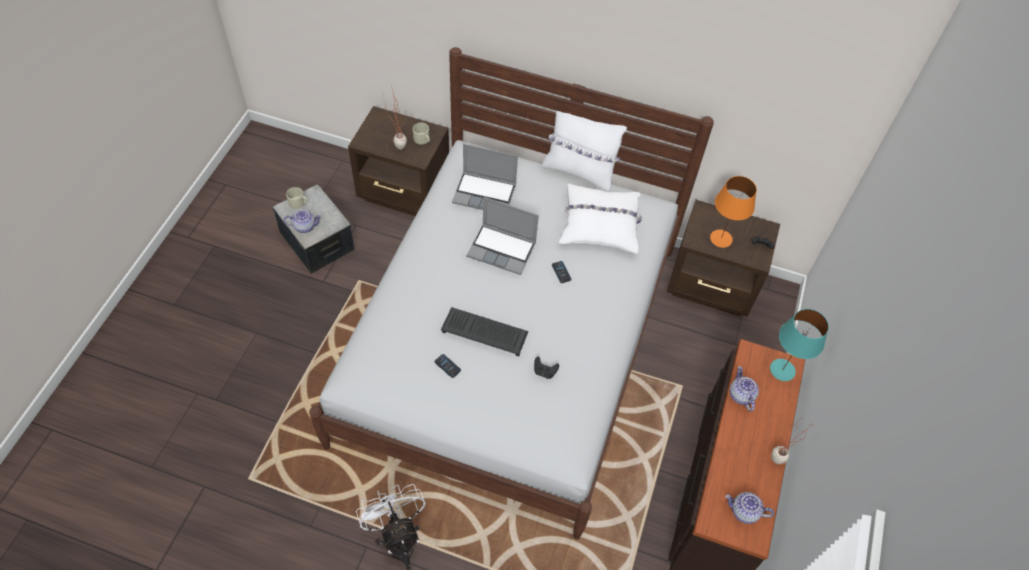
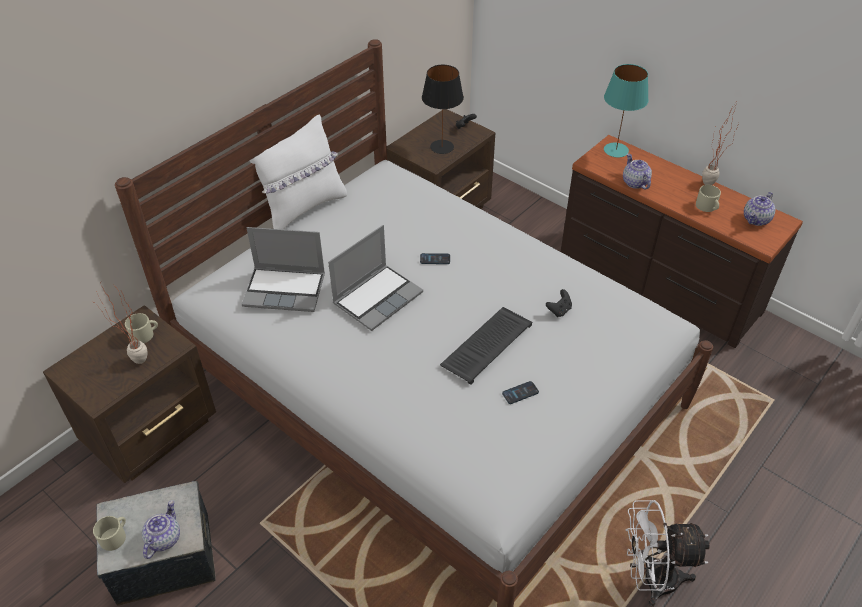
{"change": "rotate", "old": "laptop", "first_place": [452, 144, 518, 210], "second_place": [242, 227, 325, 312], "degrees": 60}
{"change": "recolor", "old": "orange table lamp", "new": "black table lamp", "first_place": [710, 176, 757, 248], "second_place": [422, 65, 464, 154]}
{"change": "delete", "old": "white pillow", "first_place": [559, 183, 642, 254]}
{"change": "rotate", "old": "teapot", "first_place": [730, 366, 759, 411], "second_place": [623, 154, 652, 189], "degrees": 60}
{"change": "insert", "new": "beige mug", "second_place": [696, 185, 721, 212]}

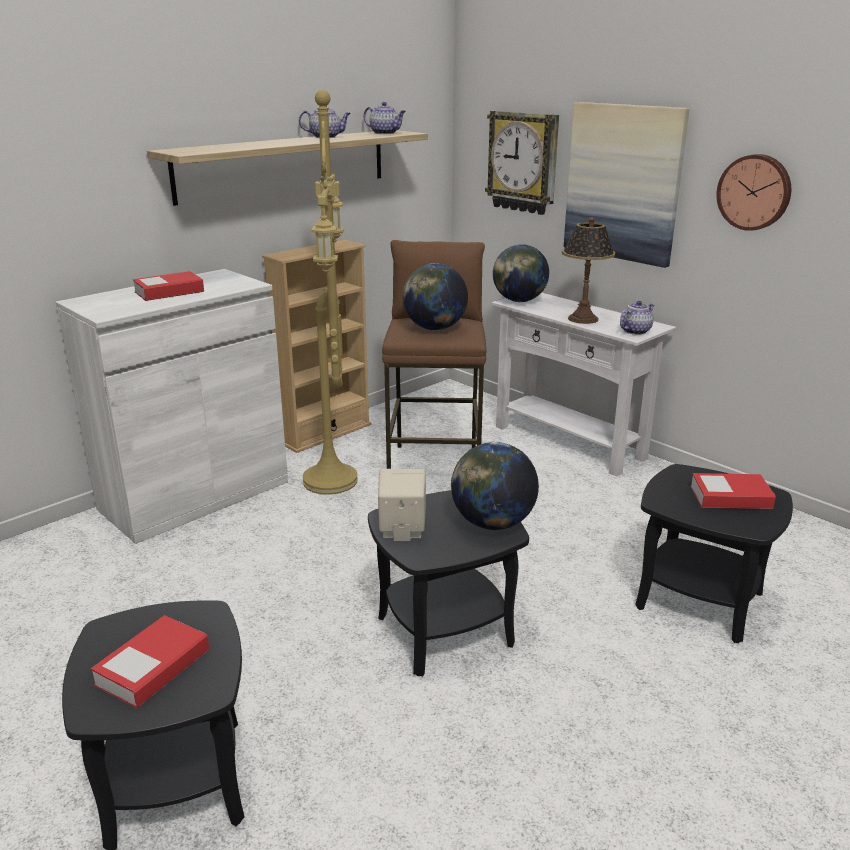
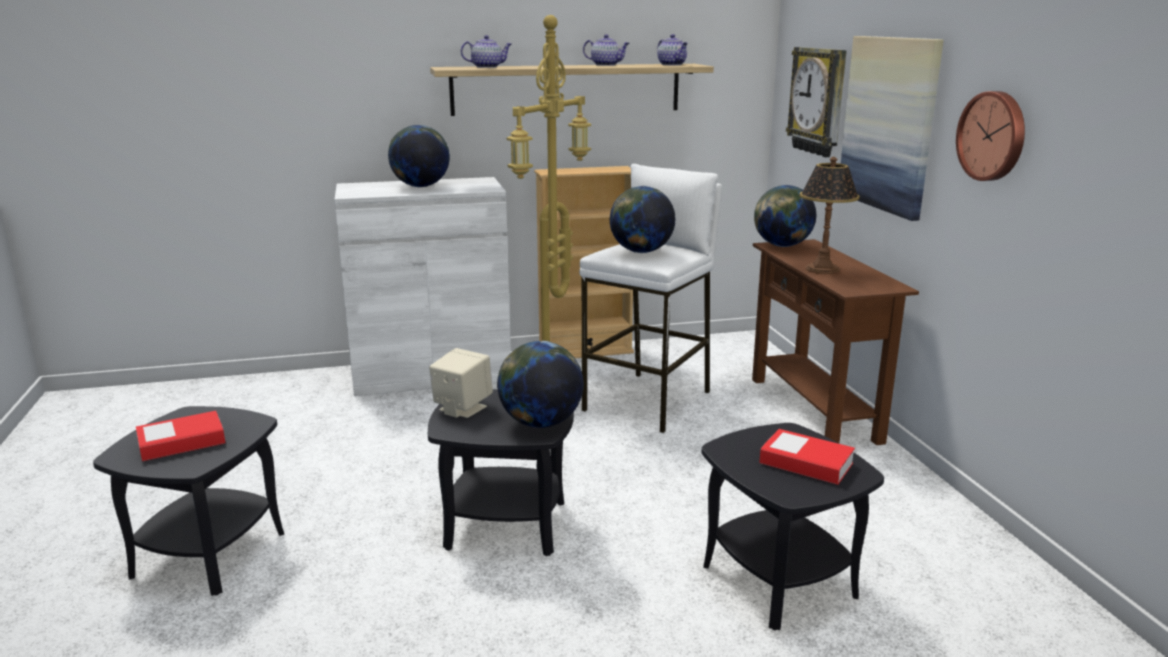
{"change": "recolor", "old": "brown stool", "new": "white stool", "first_place": [382, 240, 487, 469], "second_place": [579, 164, 722, 433]}
{"change": "replace", "old": "book", "new": "globe", "first_place": [133, 271, 204, 301], "second_place": [388, 125, 450, 187]}
{"change": "recolor", "old": "white console table", "new": "brown console table", "first_place": [491, 293, 676, 476], "second_place": [752, 239, 919, 445]}
{"change": "move", "old": "teapot", "first_place": [620, 301, 654, 335], "second_place": [461, 35, 512, 68]}

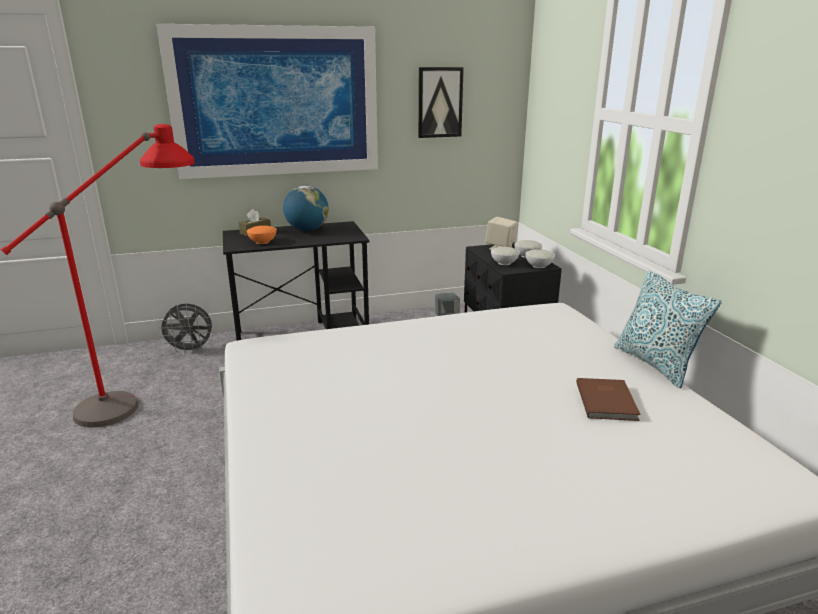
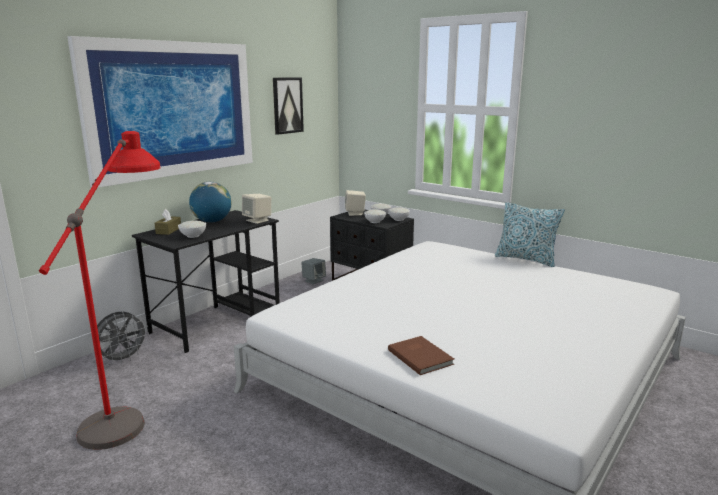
{"change": "recolor", "old": "orange bowl", "new": "white bowl", "first_place": [247, 225, 276, 244], "second_place": [178, 220, 206, 238]}
{"change": "move", "old": "brown book", "first_place": [576, 378, 641, 421], "second_place": [388, 336, 454, 375]}
{"change": "insert", "new": "beige speaker", "second_place": [242, 194, 271, 224]}

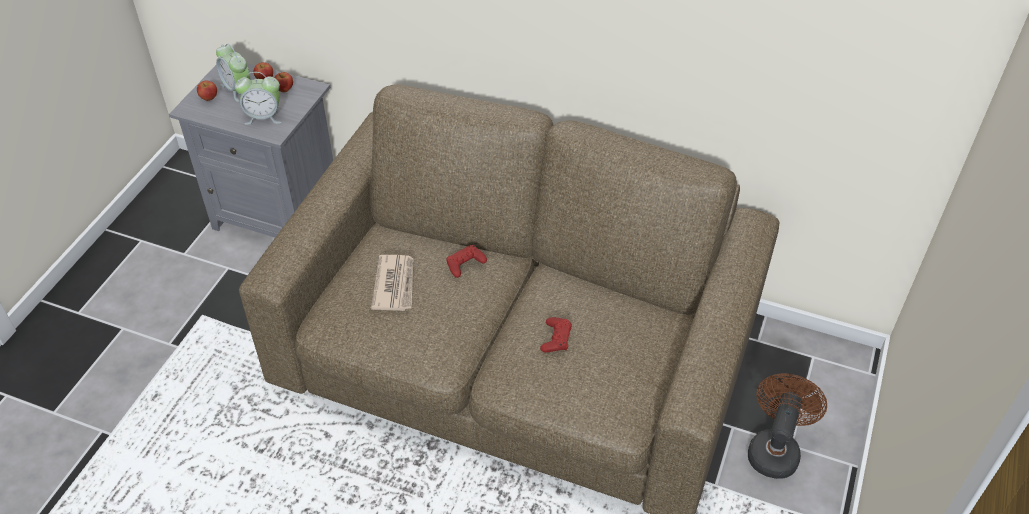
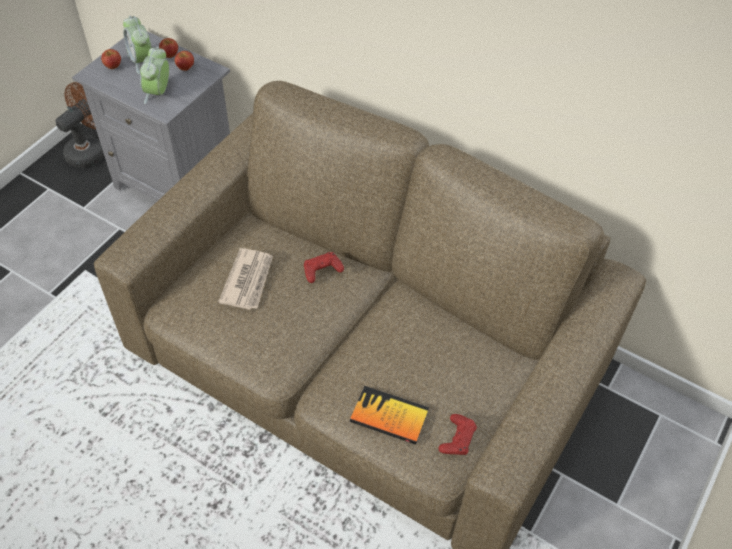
{"change": "rotate", "old": "alarm clock", "first_place": [235, 72, 281, 125], "second_place": [140, 46, 169, 104], "degrees": 90}
{"change": "move", "old": "red game controller", "first_place": [540, 317, 572, 353], "second_place": [438, 414, 477, 455]}
{"change": "move", "old": "brown fan", "first_place": [748, 374, 827, 479], "second_place": [55, 82, 104, 168]}
{"change": "insert", "new": "book", "second_place": [350, 386, 429, 445]}

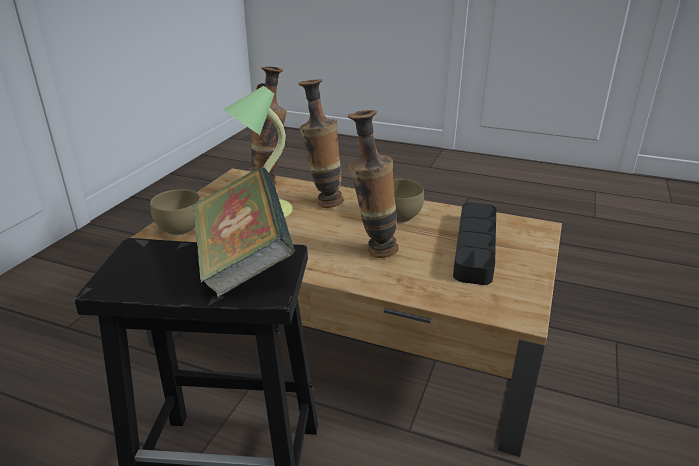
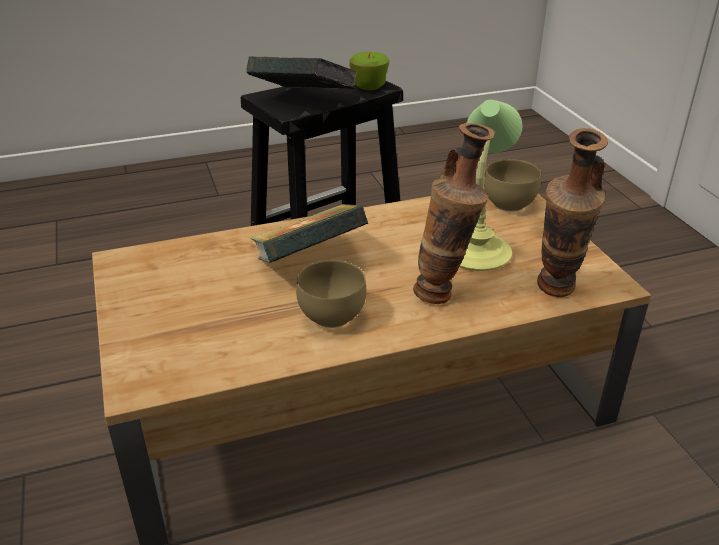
{"change": "replace", "old": "vase", "new": "book", "first_place": [348, 110, 399, 258], "second_place": [250, 204, 368, 263]}
{"change": "delete", "old": "black tray", "first_place": [453, 202, 496, 285]}
{"change": "insert", "new": "apple", "second_place": [349, 52, 389, 90]}

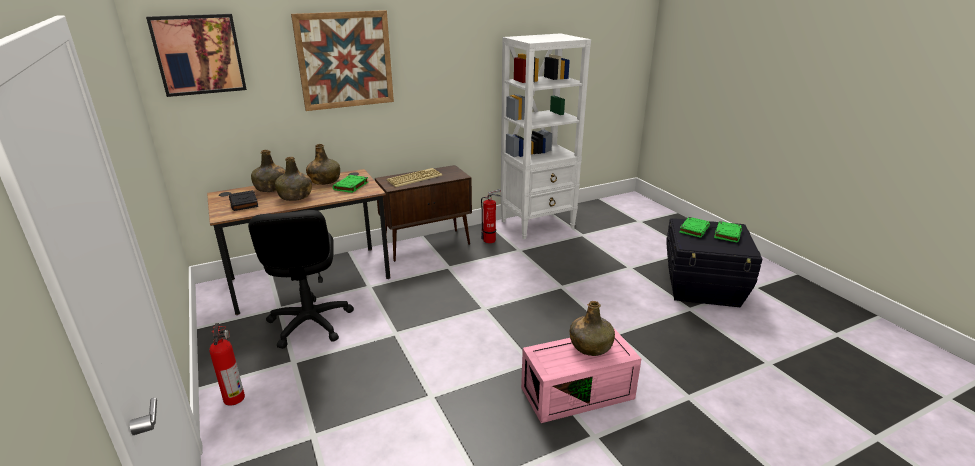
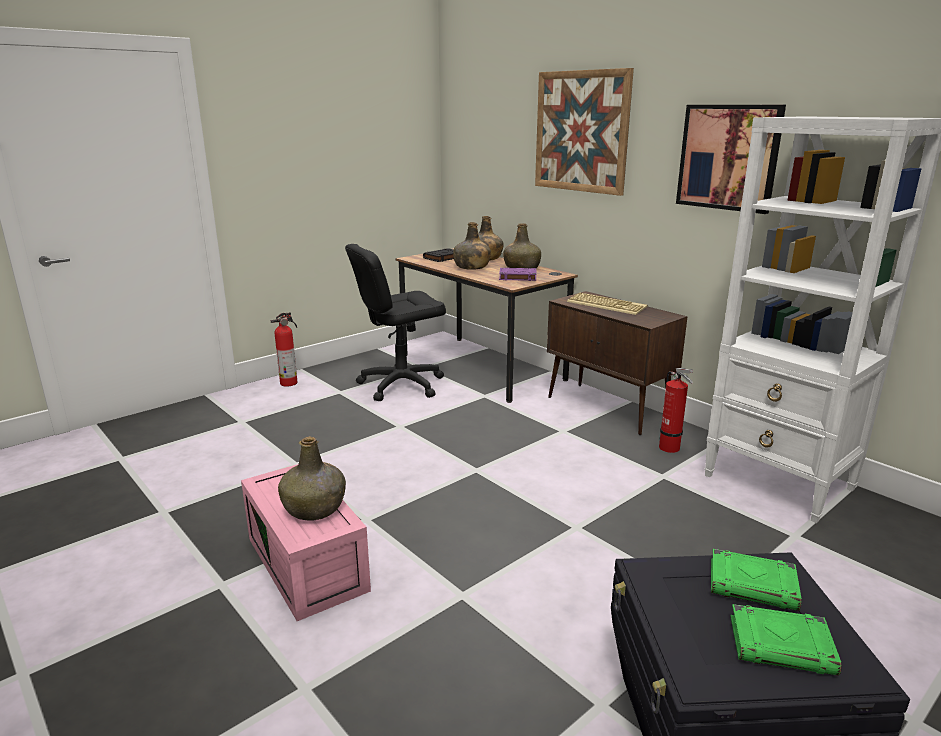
{"change": "move", "old": "picture", "first_place": [146, 14, 247, 97], "second_place": [676, 105, 786, 214]}
{"change": "recolor", "old": "green book", "new": "purple book", "first_place": [332, 175, 368, 193], "second_place": [499, 267, 537, 281]}

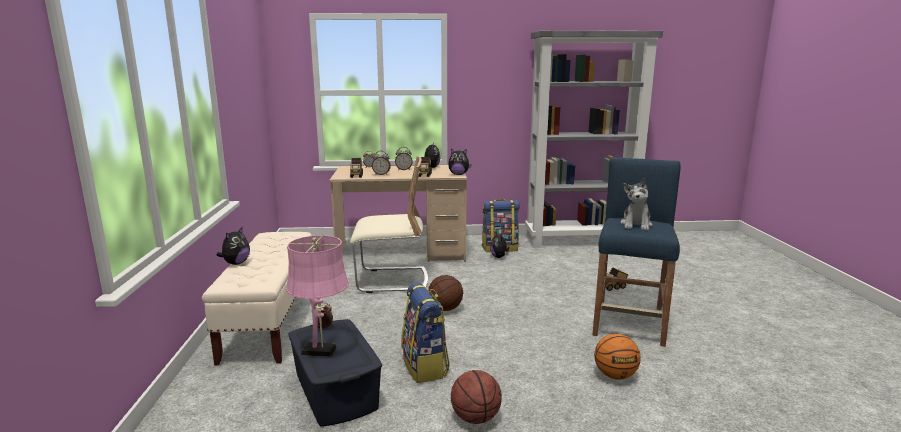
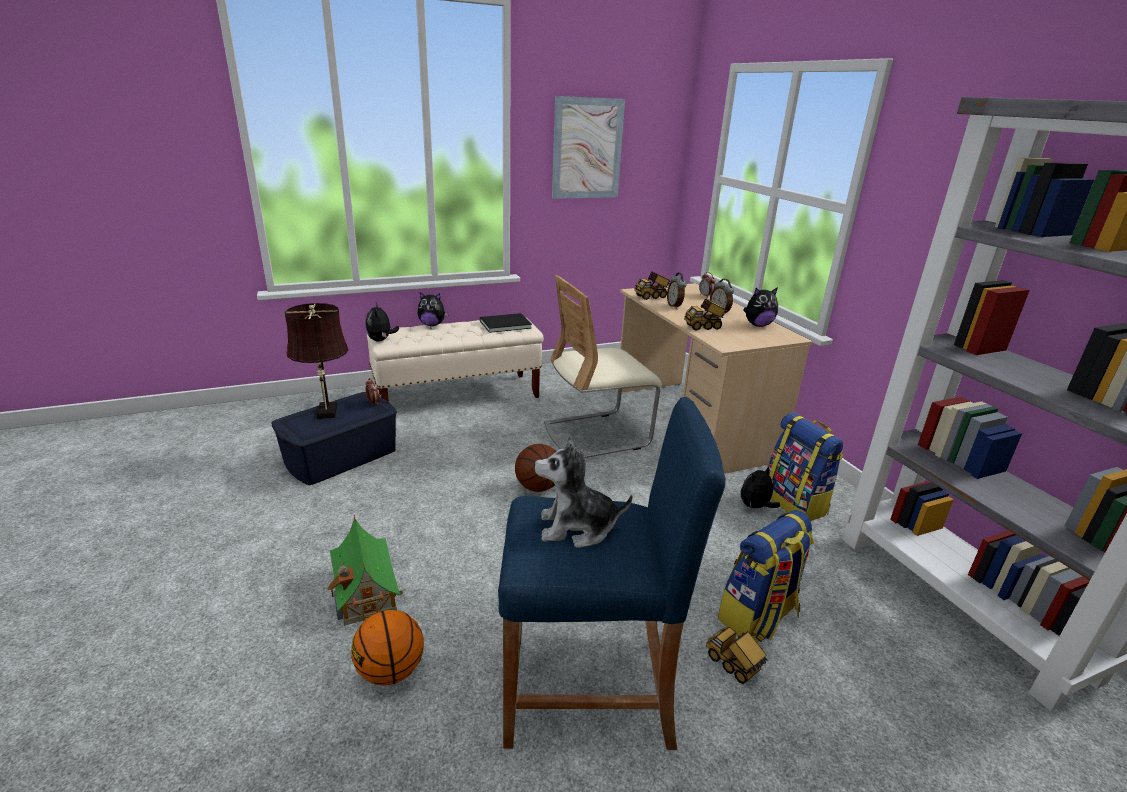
{"change": "move", "old": "plush toy", "first_place": [448, 149, 471, 175], "second_place": [365, 303, 399, 342]}
{"change": "rotate", "old": "beige chair", "first_place": [350, 156, 428, 293], "second_place": [544, 275, 662, 458], "degrees": 90}
{"change": "recolor", "old": "pink table lamp", "new": "brown table lamp", "first_place": [286, 235, 349, 357], "second_place": [285, 303, 348, 419]}
{"change": "move", "old": "backpack", "first_place": [401, 283, 450, 383], "second_place": [718, 510, 814, 643]}
{"change": "delete", "old": "basketball", "first_place": [451, 370, 502, 424]}
{"change": "insert", "new": "picture", "second_place": [552, 96, 625, 199]}
{"change": "insert", "new": "black book", "second_place": [480, 313, 532, 333]}
{"change": "insert", "new": "toy house", "second_place": [327, 515, 406, 626]}

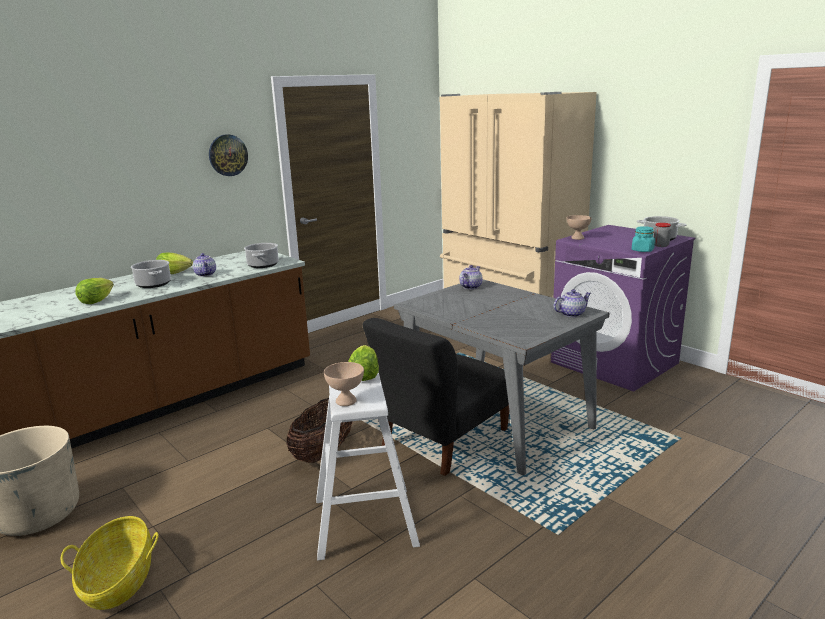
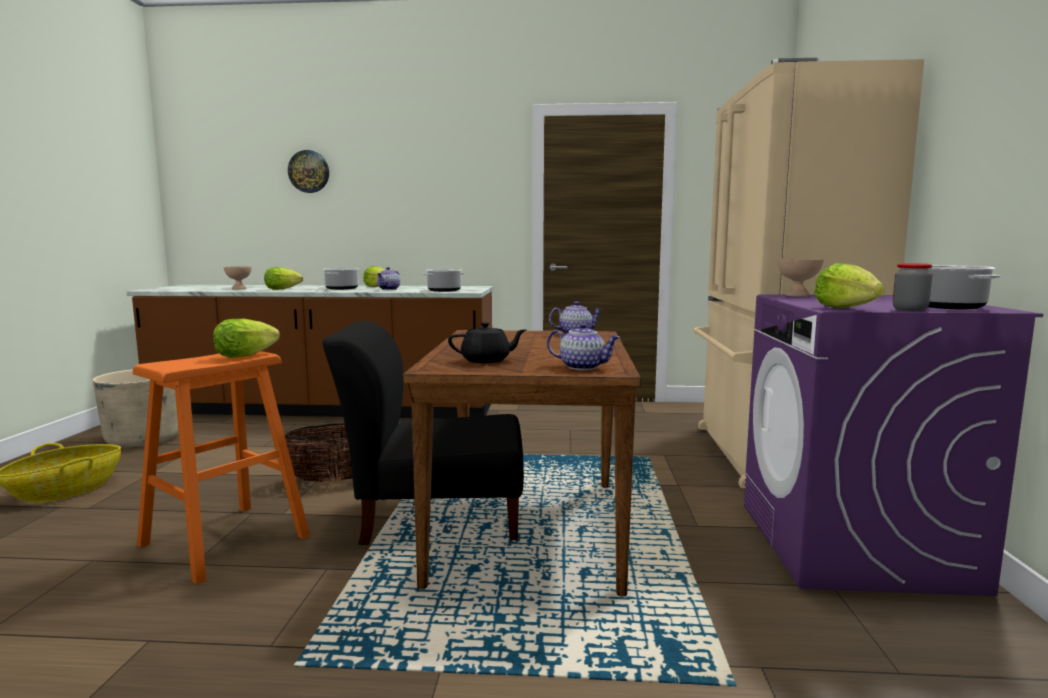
{"change": "move", "old": "wall clock", "first_place": [209, 134, 248, 176], "second_place": [288, 150, 329, 193]}
{"change": "replace", "old": "turquoise jar", "new": "lettuce", "first_place": [632, 226, 655, 252], "second_place": [814, 263, 885, 308]}
{"change": "recolor", "old": "grey dining table", "new": "brown dining table", "first_place": [394, 279, 609, 475], "second_place": [403, 330, 641, 597]}
{"change": "move", "old": "beige bowl", "first_place": [324, 362, 364, 406], "second_place": [224, 266, 251, 290]}
{"change": "recolor", "old": "white stool", "new": "orange stool", "first_place": [316, 372, 420, 560], "second_place": [133, 351, 310, 584]}
{"change": "insert", "new": "black teapot", "second_place": [448, 322, 526, 363]}

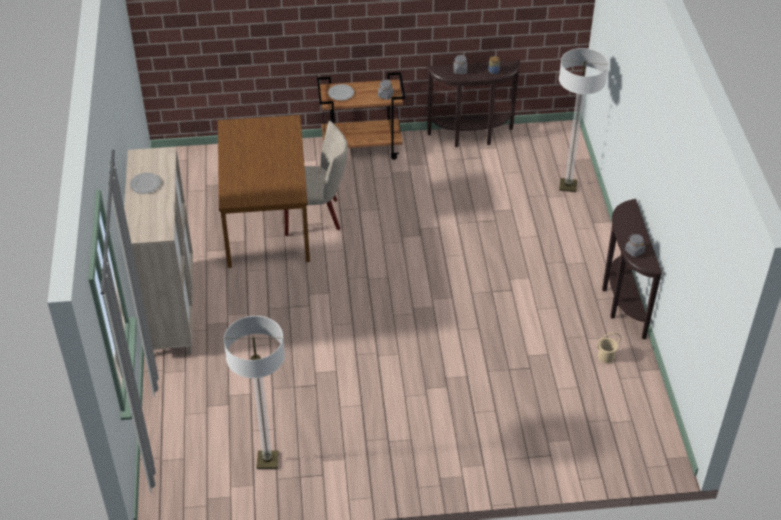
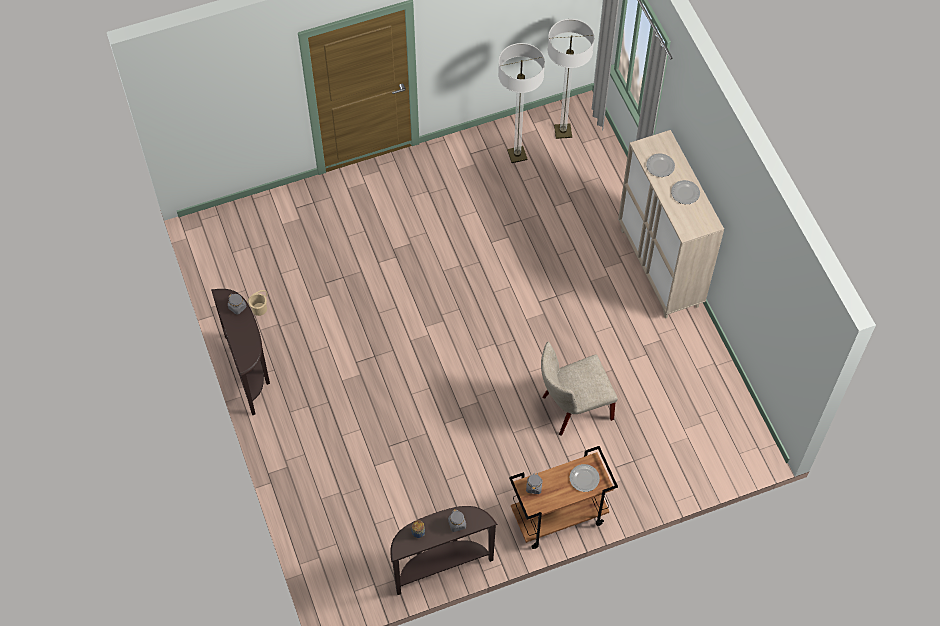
{"change": "move", "old": "floor lamp", "first_place": [559, 48, 609, 192], "second_place": [548, 19, 594, 139]}
{"change": "delete", "old": "brown dining table", "first_place": [218, 115, 310, 268]}
{"change": "insert", "new": "plate", "second_place": [646, 153, 675, 177]}

